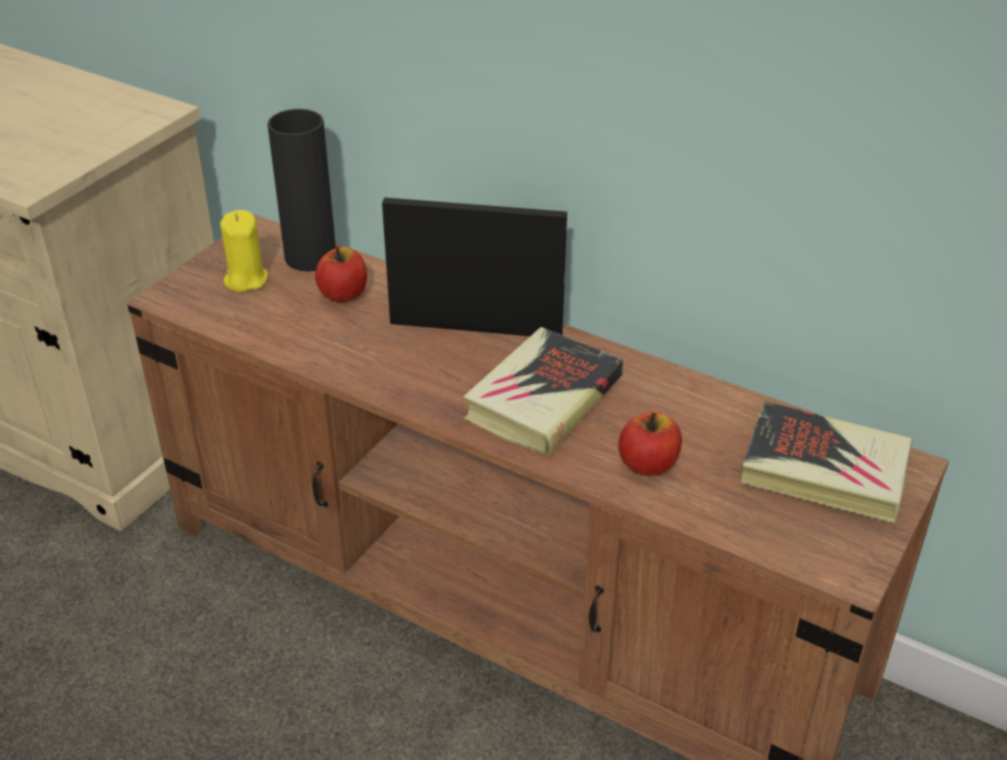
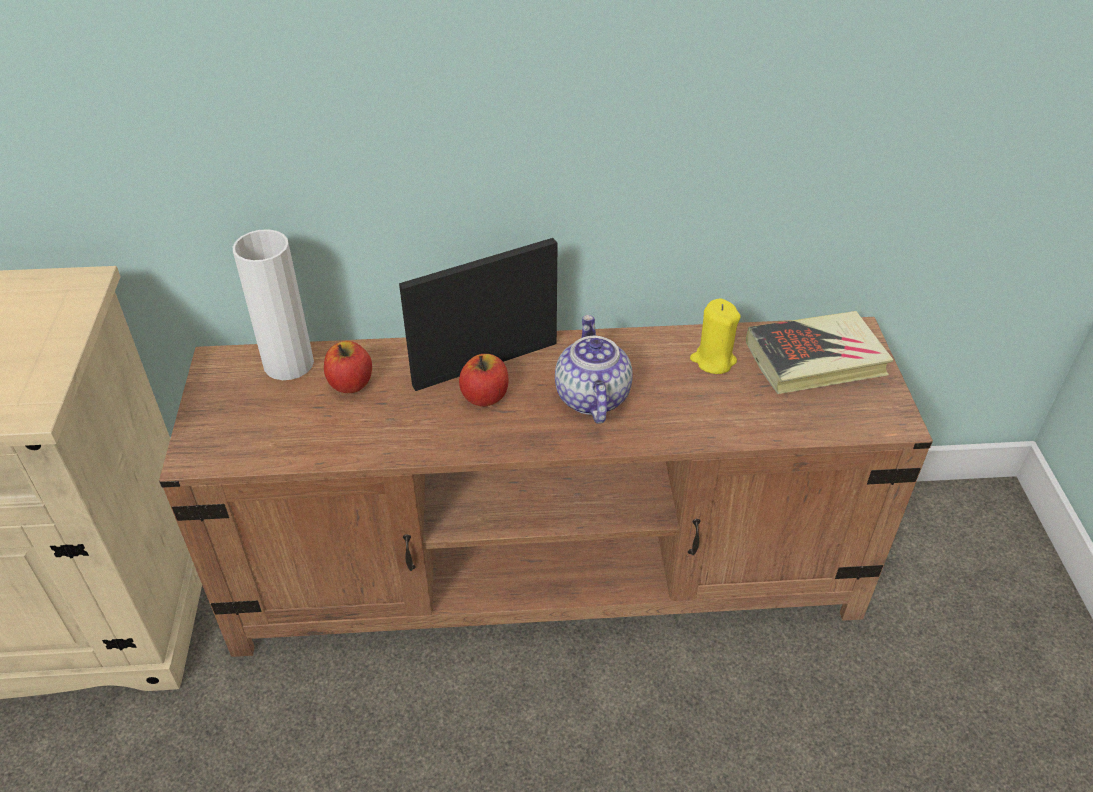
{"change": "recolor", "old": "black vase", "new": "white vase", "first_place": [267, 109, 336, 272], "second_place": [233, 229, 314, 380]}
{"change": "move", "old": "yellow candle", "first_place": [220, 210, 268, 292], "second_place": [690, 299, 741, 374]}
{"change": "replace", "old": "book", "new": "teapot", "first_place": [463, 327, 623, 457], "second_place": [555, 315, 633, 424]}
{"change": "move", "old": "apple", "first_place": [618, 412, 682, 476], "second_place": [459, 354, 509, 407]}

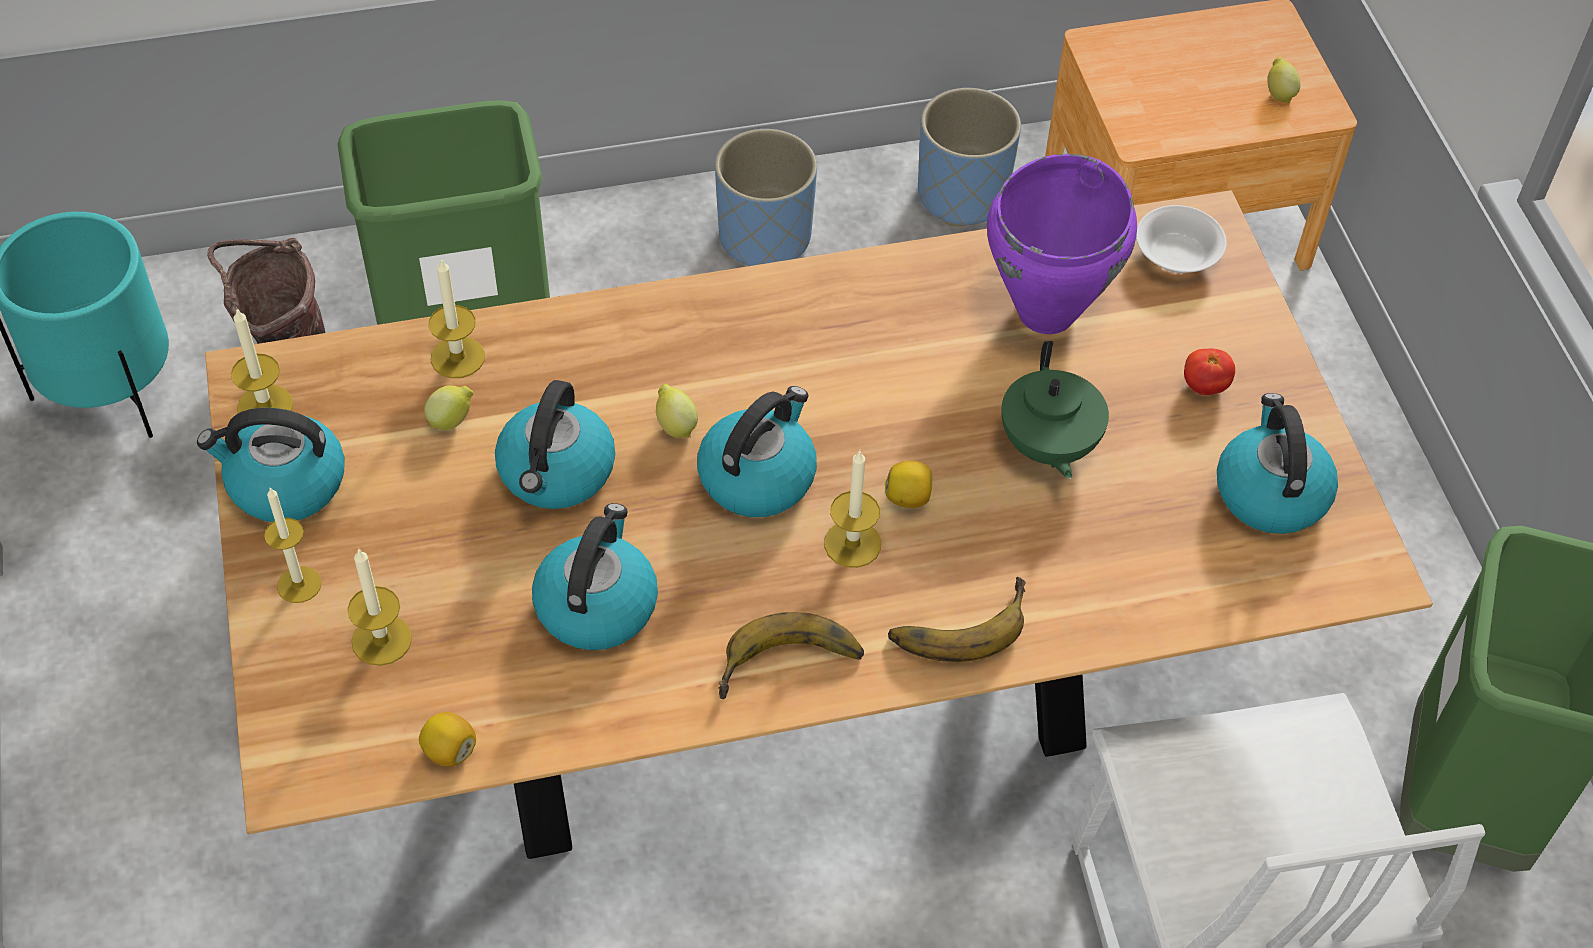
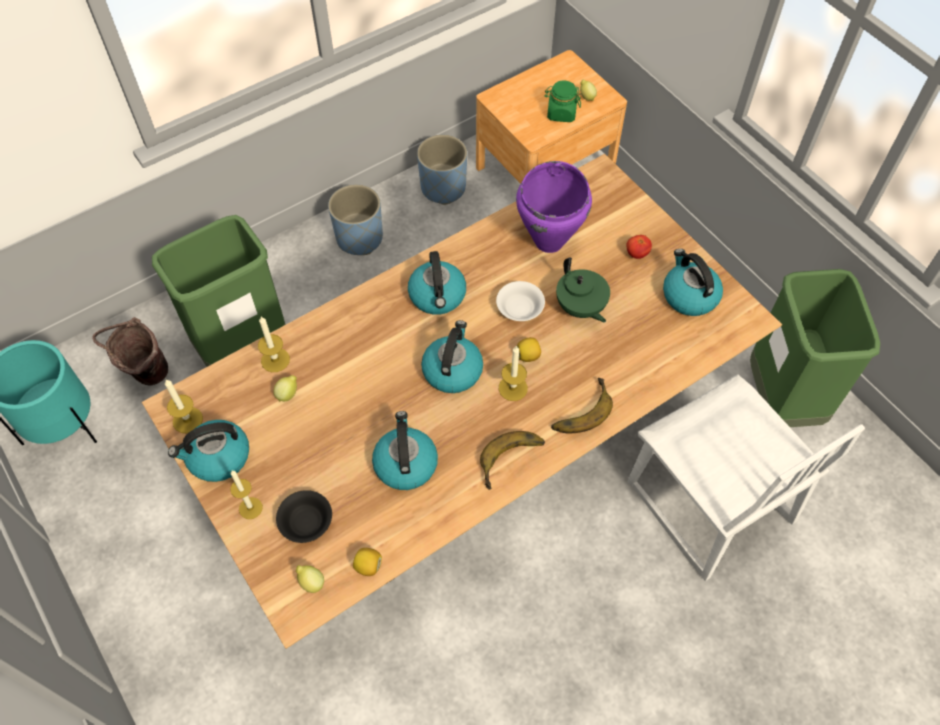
{"change": "move", "old": "white bowl", "first_place": [1136, 205, 1227, 273], "second_place": [496, 281, 545, 321]}
{"change": "move", "old": "kettle", "first_place": [495, 380, 615, 509], "second_place": [408, 251, 466, 315]}
{"change": "move", "old": "lemon", "first_place": [656, 384, 698, 438], "second_place": [296, 565, 324, 593]}
{"change": "replace", "old": "candle", "new": "black bowl", "first_place": [347, 548, 412, 666], "second_place": [276, 490, 332, 543]}
{"change": "insert", "new": "green jar", "second_place": [545, 80, 581, 122]}

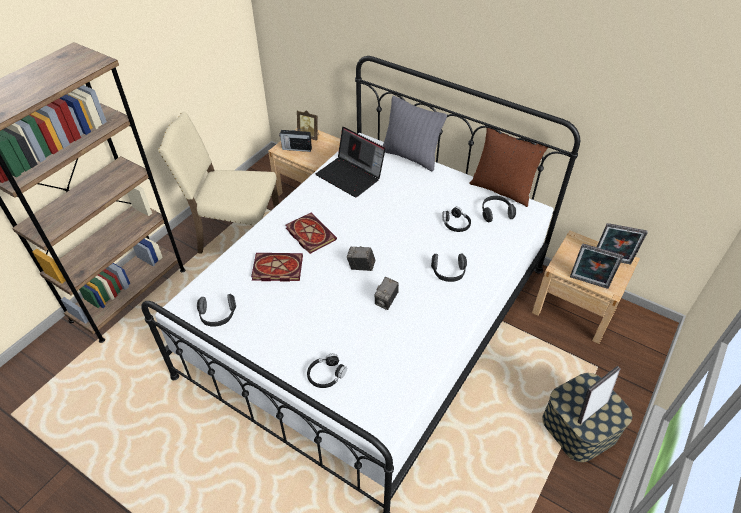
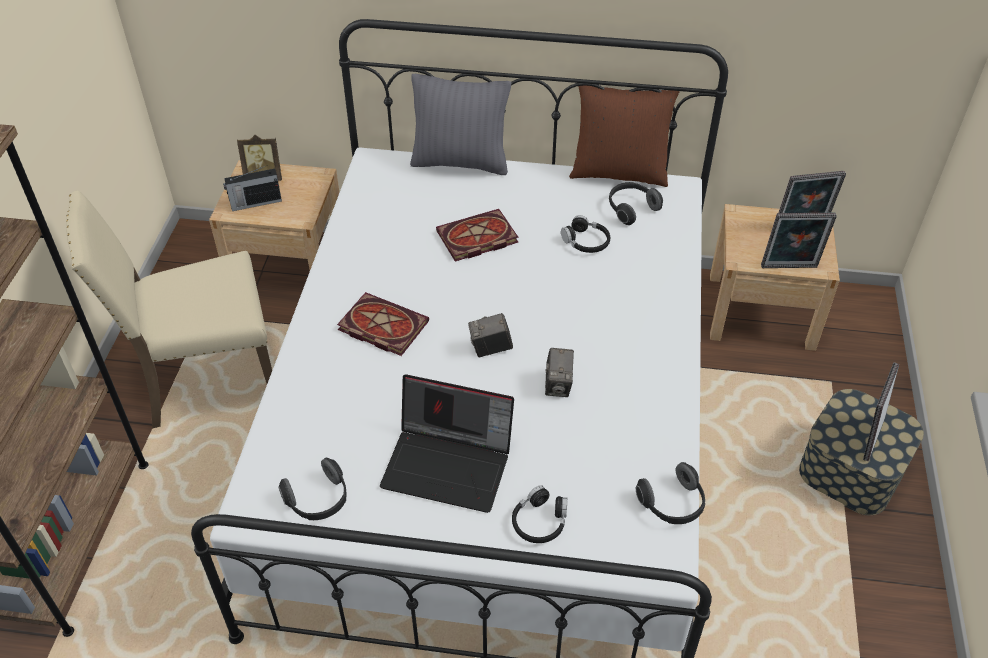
{"change": "move", "old": "laptop", "first_place": [316, 127, 385, 198], "second_place": [380, 374, 514, 513]}
{"change": "move", "old": "book", "first_place": [251, 253, 303, 282], "second_place": [436, 209, 519, 261]}
{"change": "move", "old": "headphones", "first_place": [431, 253, 467, 282], "second_place": [636, 462, 705, 524]}

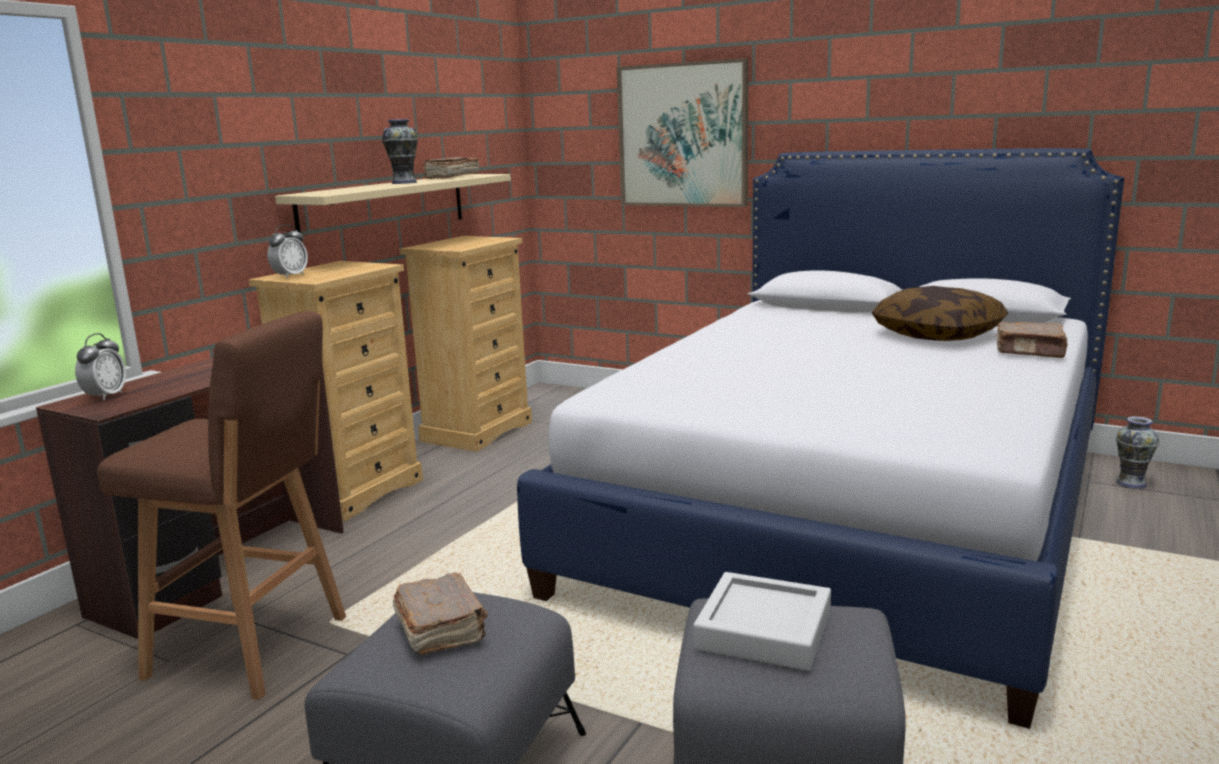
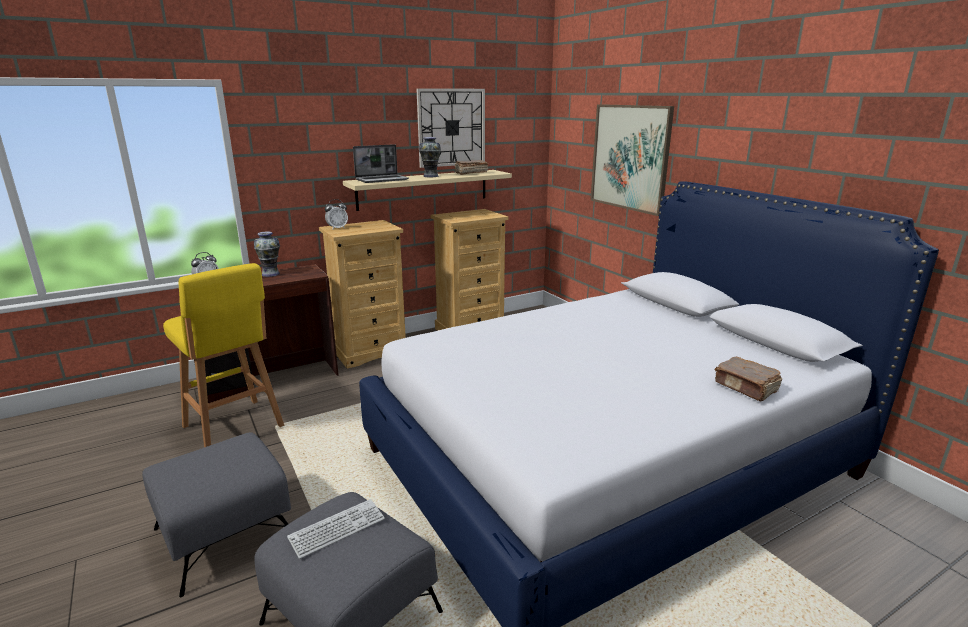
{"change": "delete", "old": "pillow", "first_place": [872, 286, 1008, 341]}
{"change": "recolor", "old": "brown stool", "new": "yellow stool", "first_place": [97, 311, 346, 700], "second_place": [163, 263, 284, 447]}
{"change": "move", "old": "vase", "first_place": [1116, 416, 1160, 489], "second_place": [254, 231, 280, 277]}
{"change": "delete", "old": "brown book", "first_place": [393, 572, 488, 655]}
{"change": "replace", "old": "grey tray", "new": "keyboard", "first_place": [693, 572, 831, 671], "second_place": [287, 499, 385, 559]}
{"change": "insert", "new": "wall clock", "second_place": [416, 88, 485, 168]}
{"change": "insert", "new": "laptop", "second_place": [353, 144, 409, 183]}

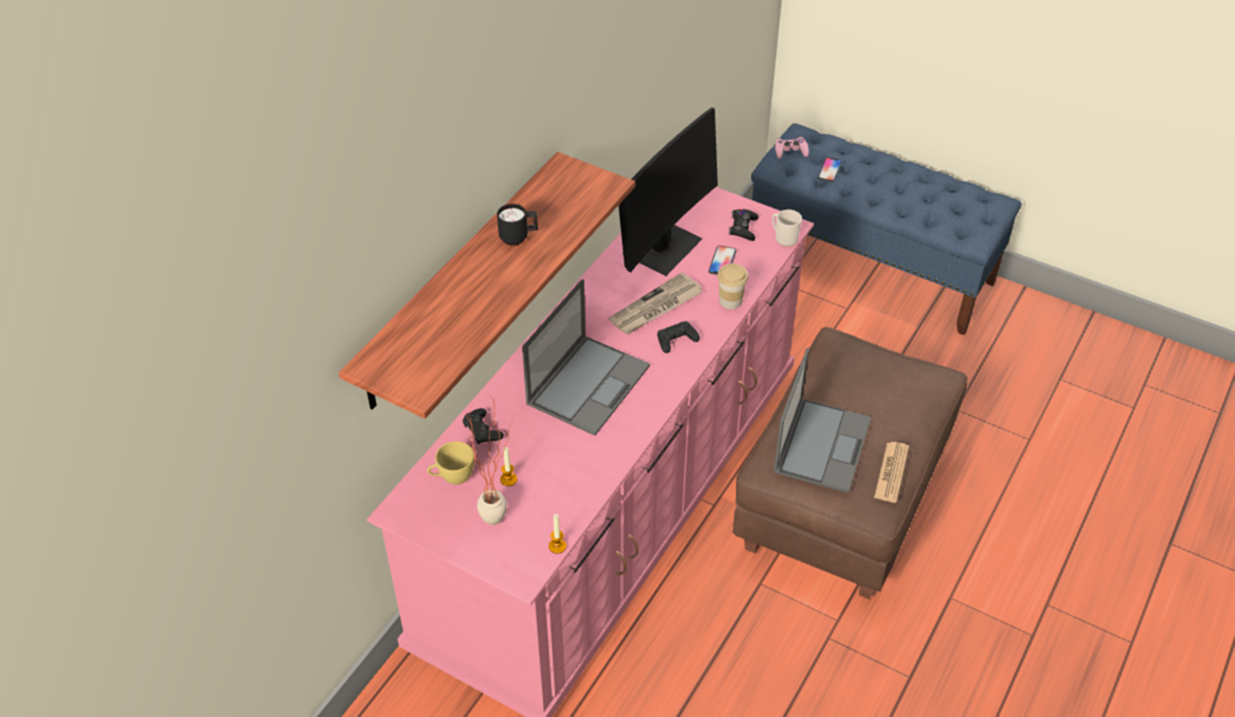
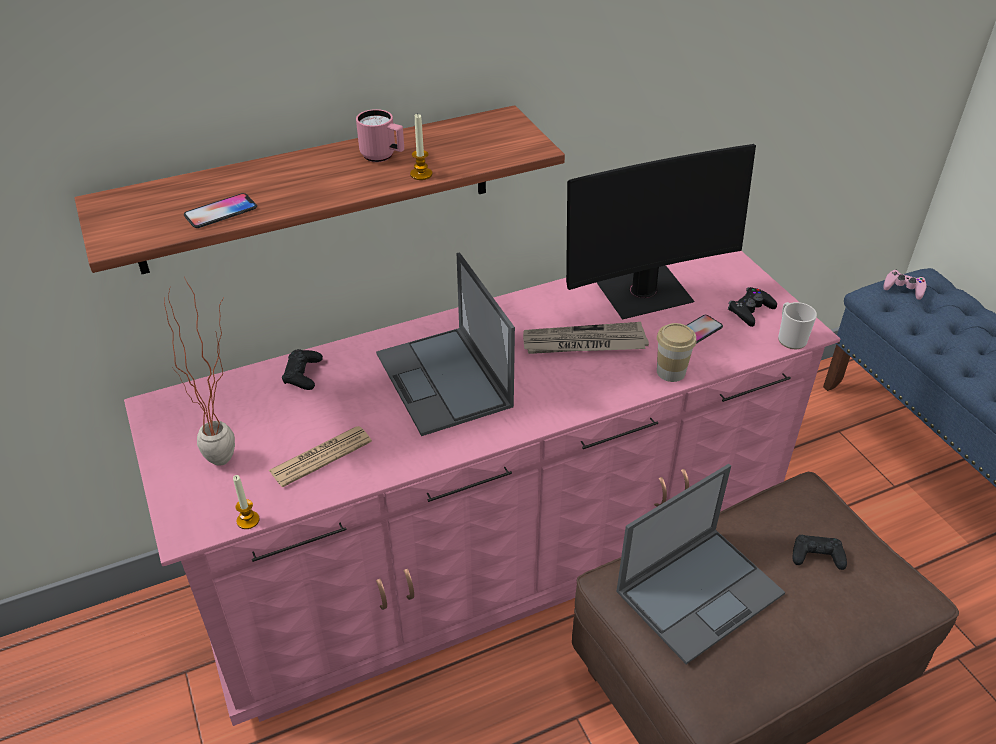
{"change": "move", "old": "phone", "first_place": [818, 157, 842, 182], "second_place": [184, 193, 257, 228]}
{"change": "recolor", "old": "black mug", "new": "pink mug", "first_place": [497, 204, 538, 246], "second_place": [356, 109, 404, 162]}
{"change": "rotate", "old": "laptop", "first_place": [522, 279, 650, 436], "second_place": [376, 253, 515, 436], "degrees": 90}
{"change": "move", "old": "black game controller", "first_place": [657, 321, 700, 353], "second_place": [792, 535, 847, 570]}
{"change": "delete", "old": "yellow cup", "first_place": [427, 441, 474, 485]}
{"change": "move", "old": "newspaper", "first_place": [874, 442, 909, 503], "second_place": [269, 426, 372, 487]}
{"change": "move", "old": "candle", "first_place": [500, 447, 517, 486], "second_place": [410, 114, 432, 180]}

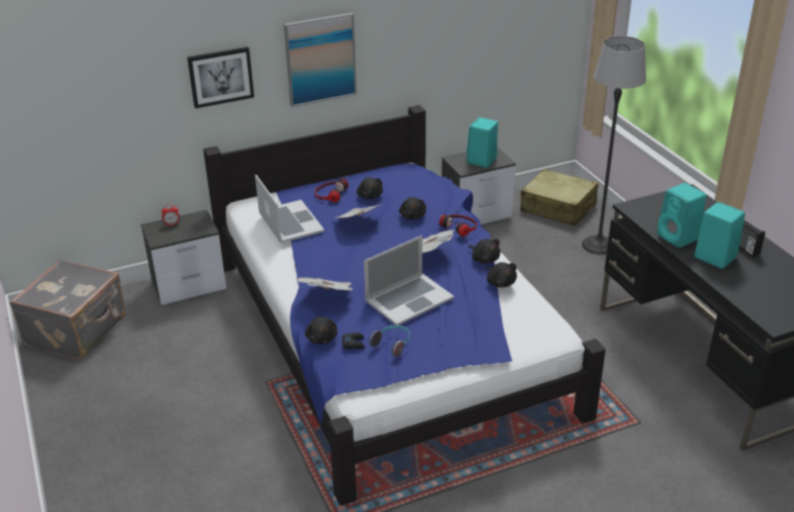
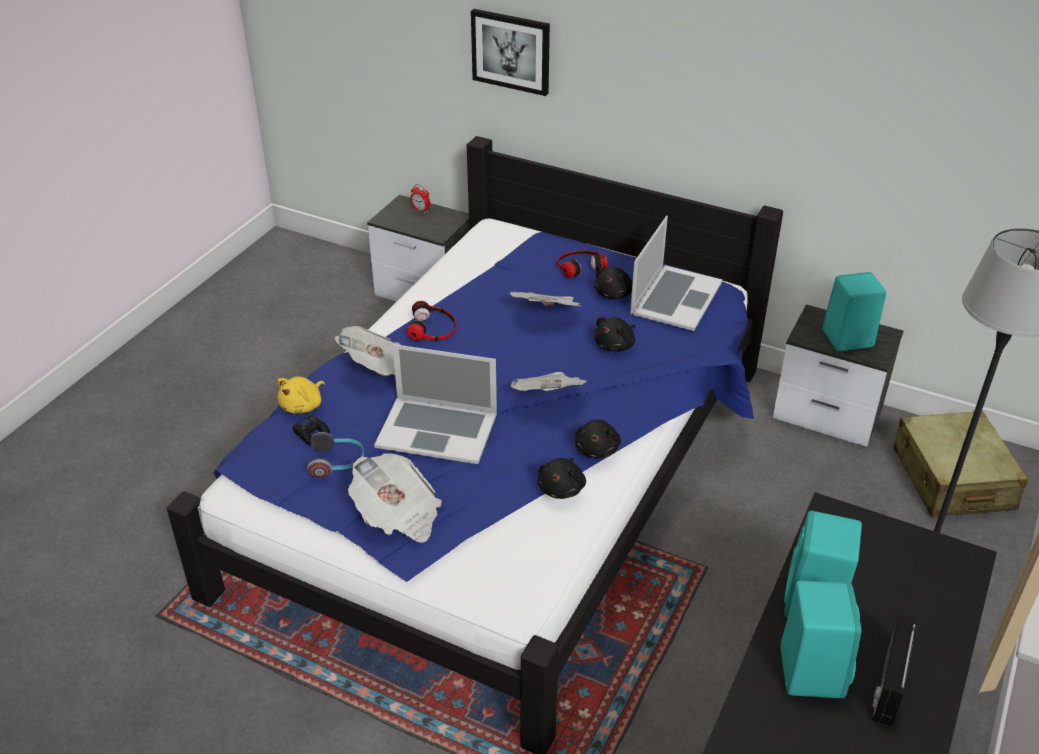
{"change": "delete", "old": "picture", "first_place": [284, 13, 357, 107]}
{"change": "move", "old": "laptop", "first_place": [255, 175, 325, 243], "second_place": [630, 216, 722, 331]}
{"change": "move", "old": "headphones", "first_place": [439, 214, 477, 237], "second_place": [406, 301, 457, 341]}
{"change": "delete", "old": "grey suitcase", "first_place": [9, 259, 126, 360]}
{"change": "recolor", "old": "black plush toy", "new": "yellow plush toy", "first_place": [305, 317, 337, 344], "second_place": [277, 377, 325, 413]}
{"change": "insert", "new": "newspaper", "second_place": [348, 453, 442, 543]}

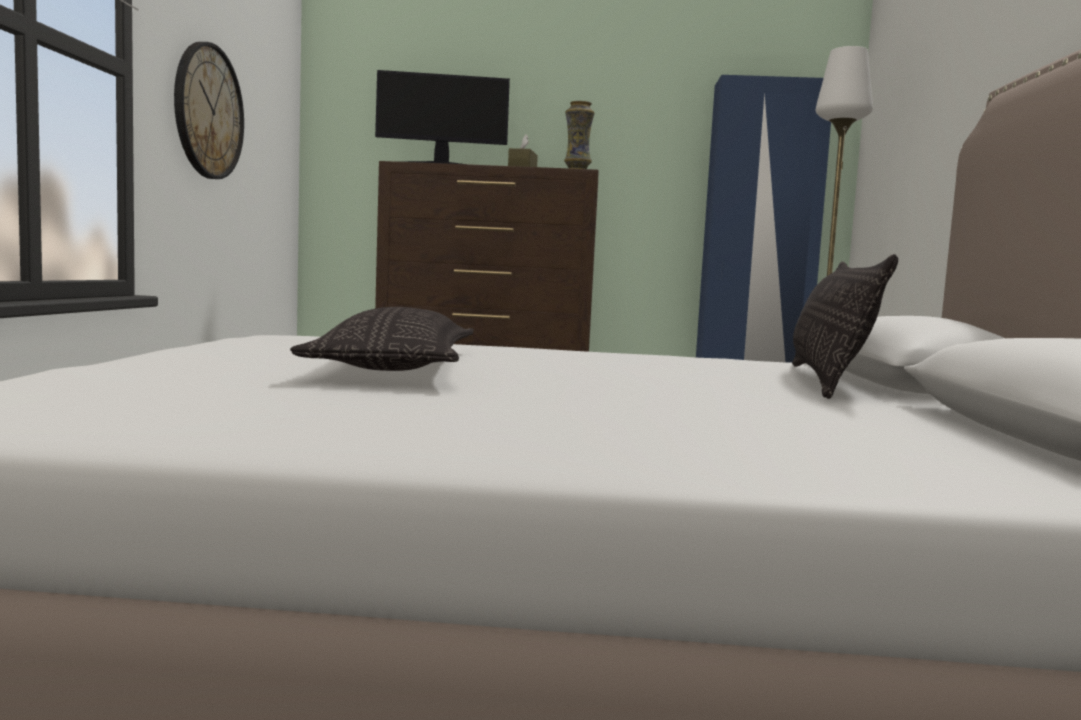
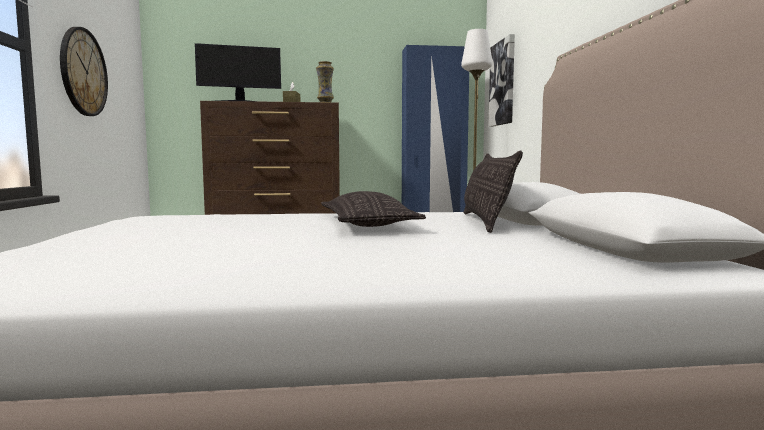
{"change": "move", "old": "pillow", "first_place": [290, 307, 474, 371], "second_place": [321, 191, 426, 227]}
{"change": "insert", "new": "picture", "second_place": [488, 34, 515, 127]}

